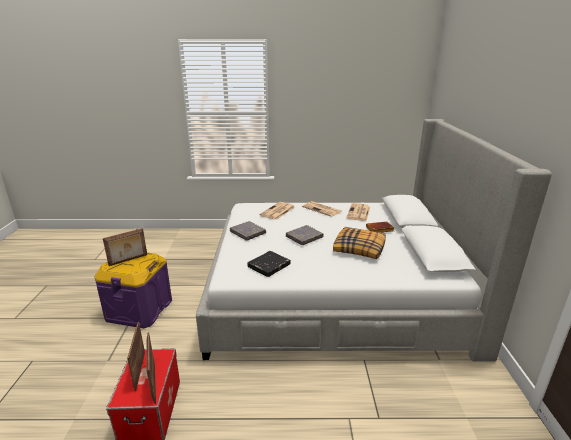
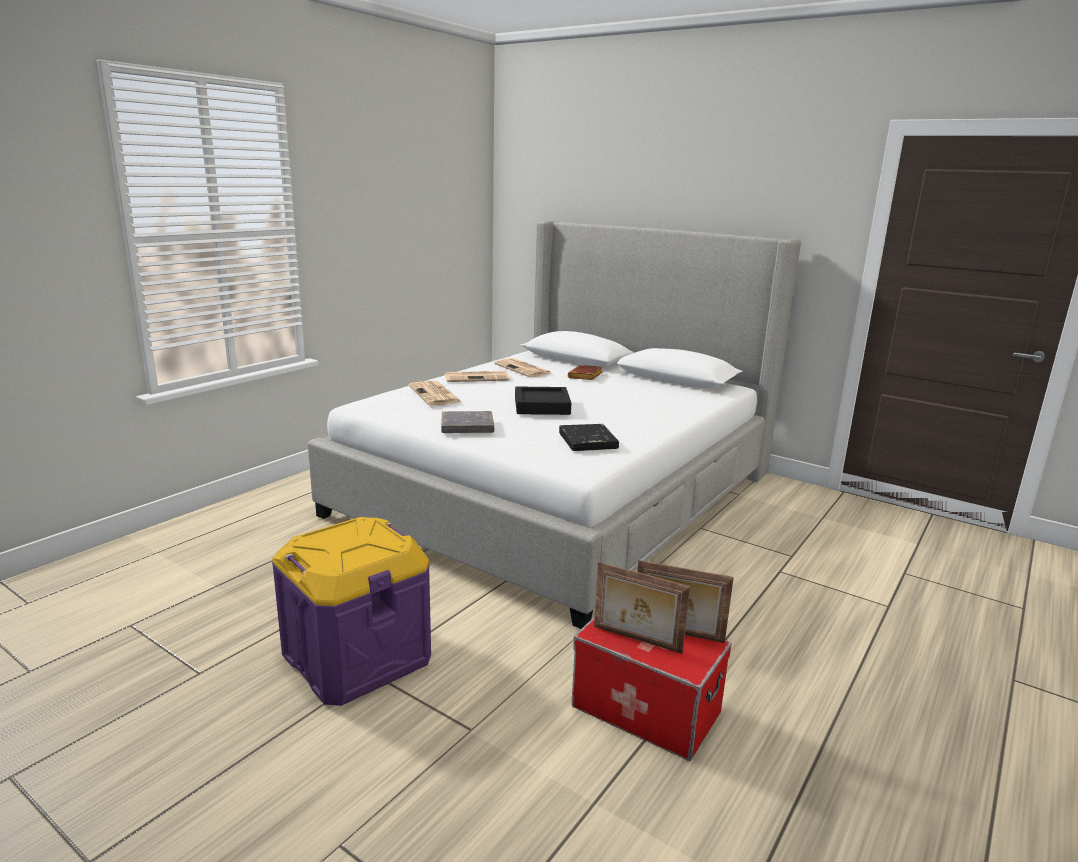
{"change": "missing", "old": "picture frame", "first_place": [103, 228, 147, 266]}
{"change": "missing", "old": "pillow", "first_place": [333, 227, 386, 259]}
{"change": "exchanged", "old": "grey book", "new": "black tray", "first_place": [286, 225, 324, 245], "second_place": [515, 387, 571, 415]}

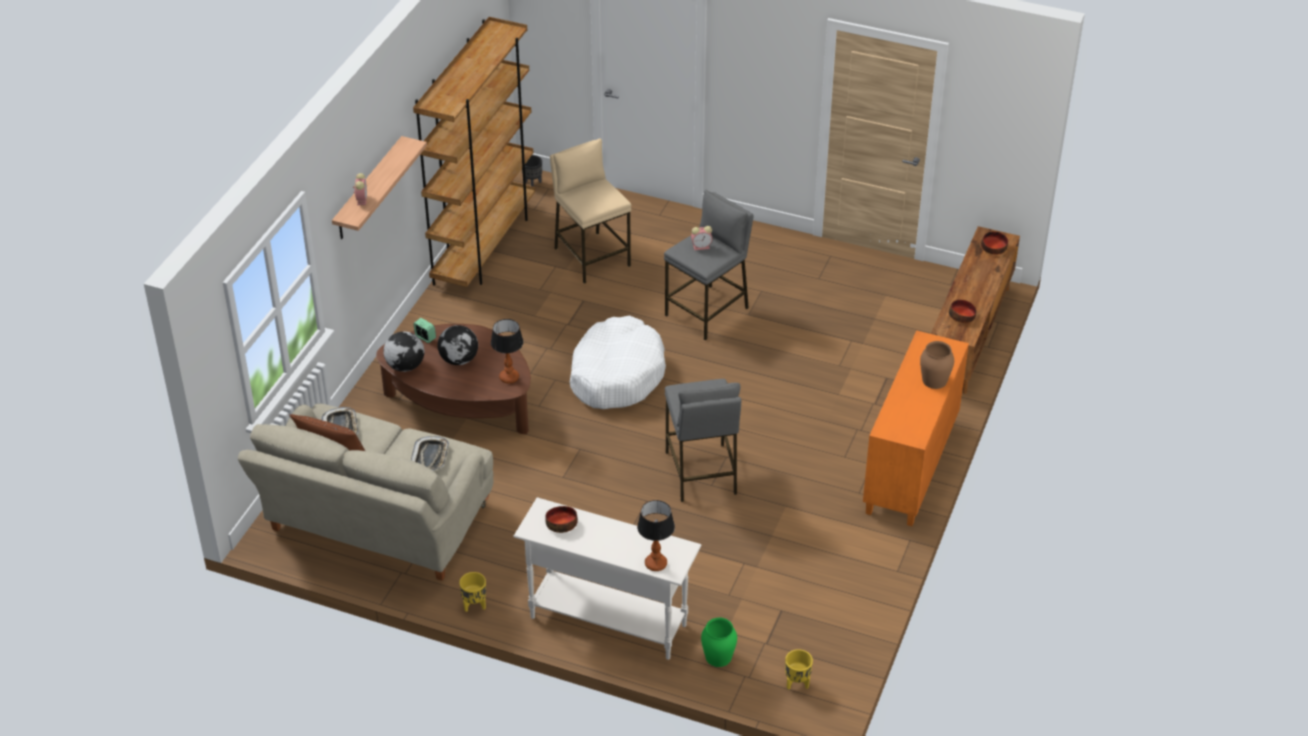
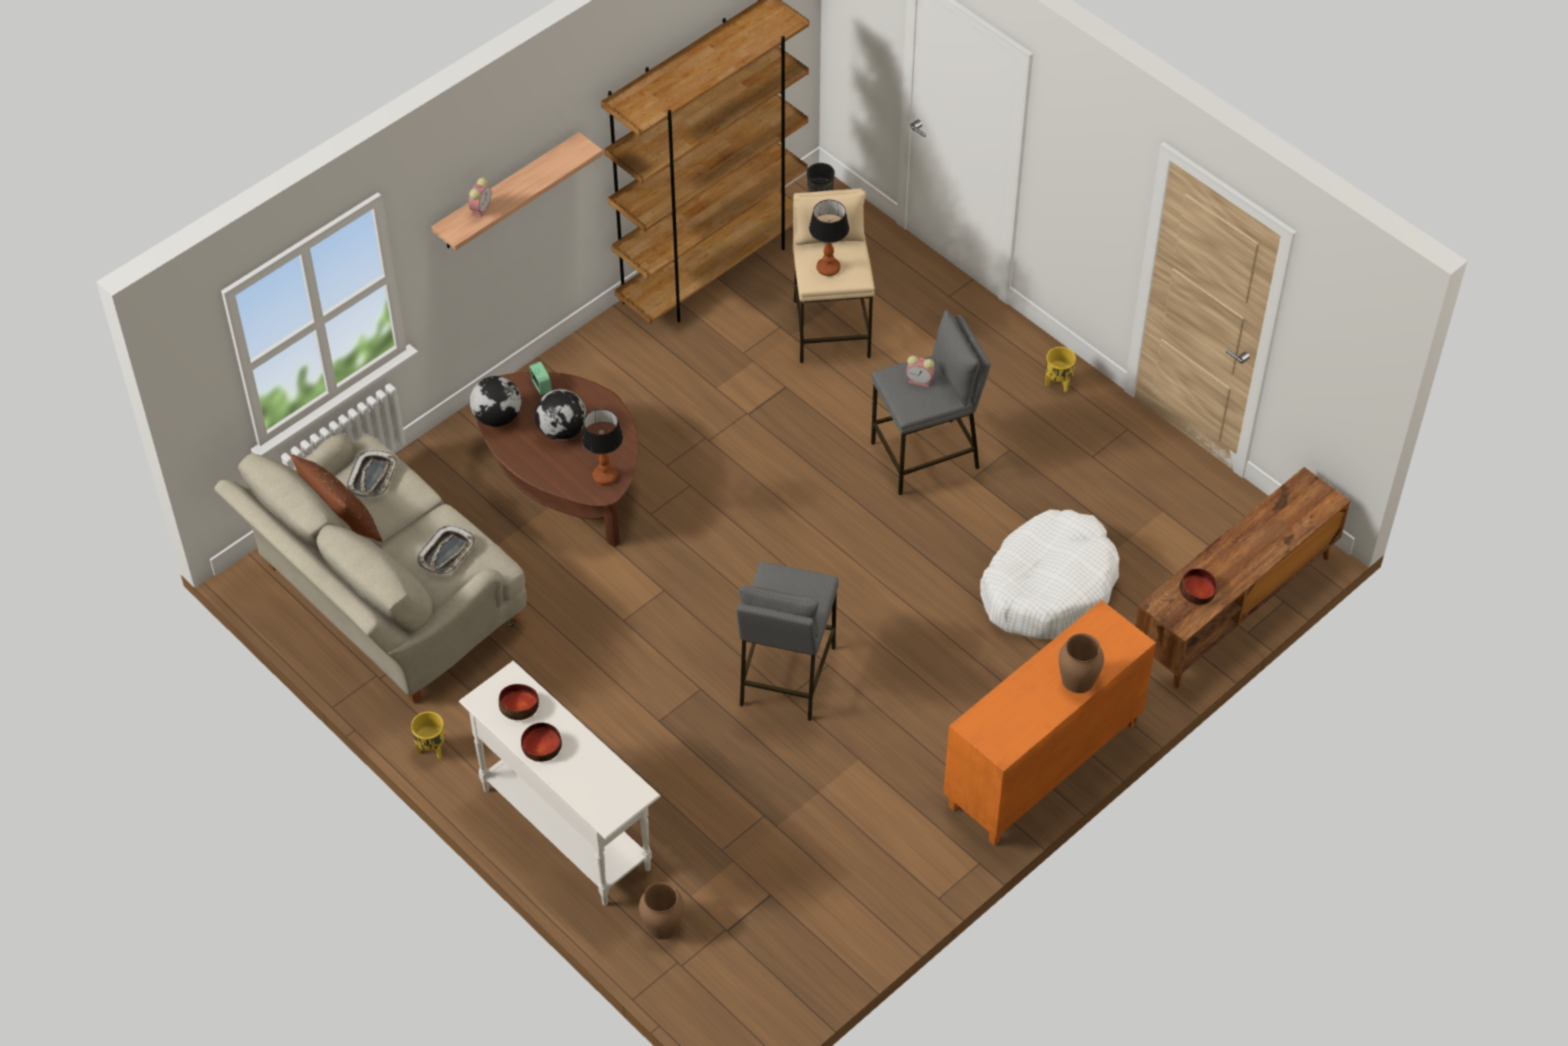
{"change": "relocated", "old": "white dog bed", "first_place": [570, 315, 666, 409], "second_place": [980, 509, 1120, 639]}
{"change": "relocated", "old": "table lamp", "first_place": [637, 500, 675, 571], "second_place": [809, 200, 849, 276]}
{"change": "relocated", "old": "yellow planter", "first_place": [785, 649, 813, 690], "second_place": [1045, 347, 1076, 392]}
{"change": "relocated", "old": "bowl", "first_place": [981, 231, 1008, 255], "second_place": [521, 723, 562, 762]}
{"change": "colour", "old": "green vase", "new": "brown vase", "first_place": [701, 618, 737, 667], "second_place": [639, 882, 684, 940]}

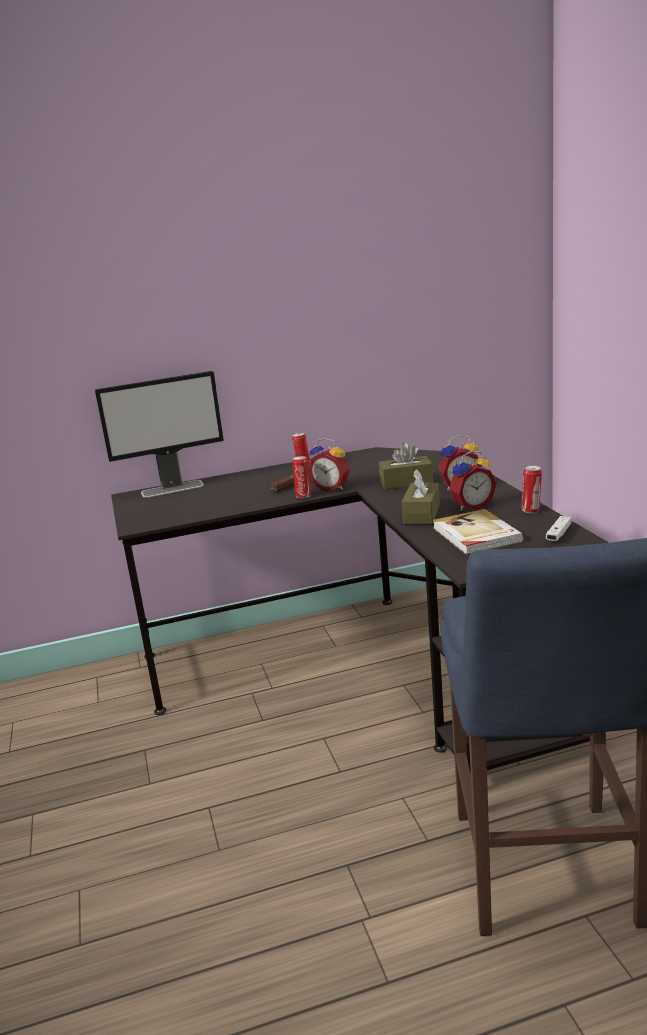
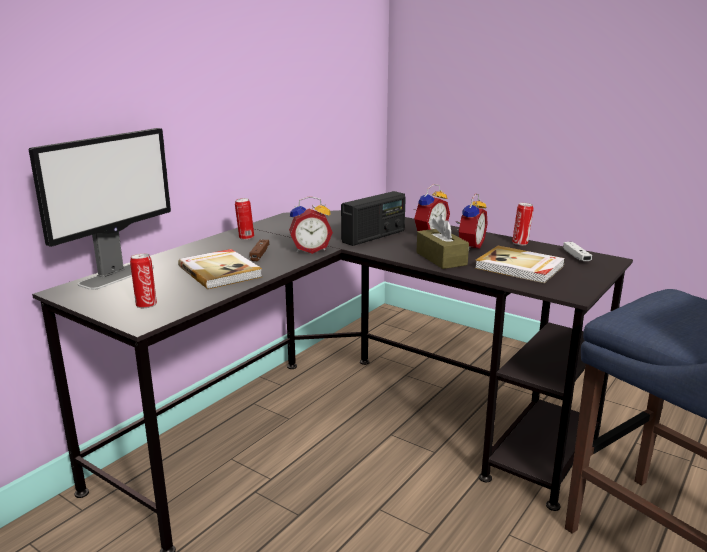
{"change": "appeared", "new": "book", "second_place": [178, 249, 262, 289]}
{"change": "relocated", "old": "can", "first_place": [292, 456, 311, 498], "second_place": [130, 253, 157, 308]}
{"change": "exchanged", "old": "brown tissue box", "new": "radio", "first_place": [379, 443, 433, 490], "second_place": [341, 191, 406, 246]}

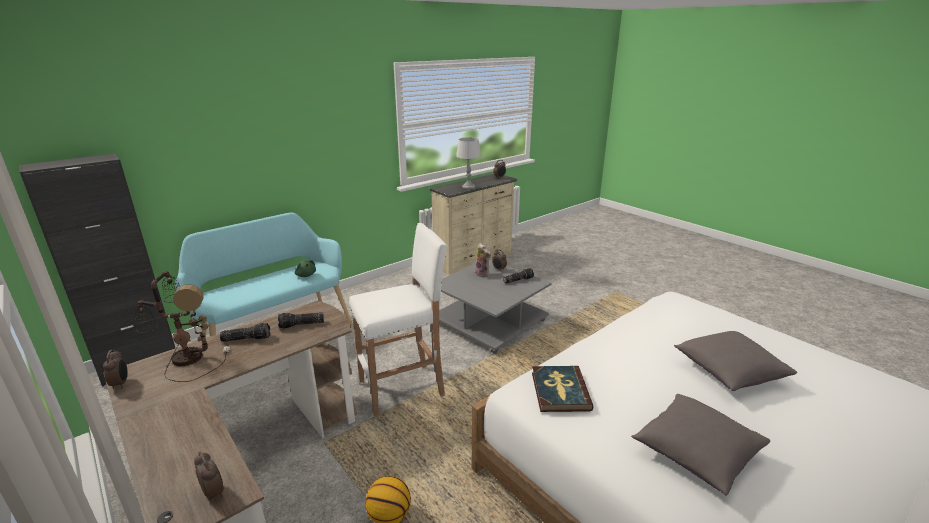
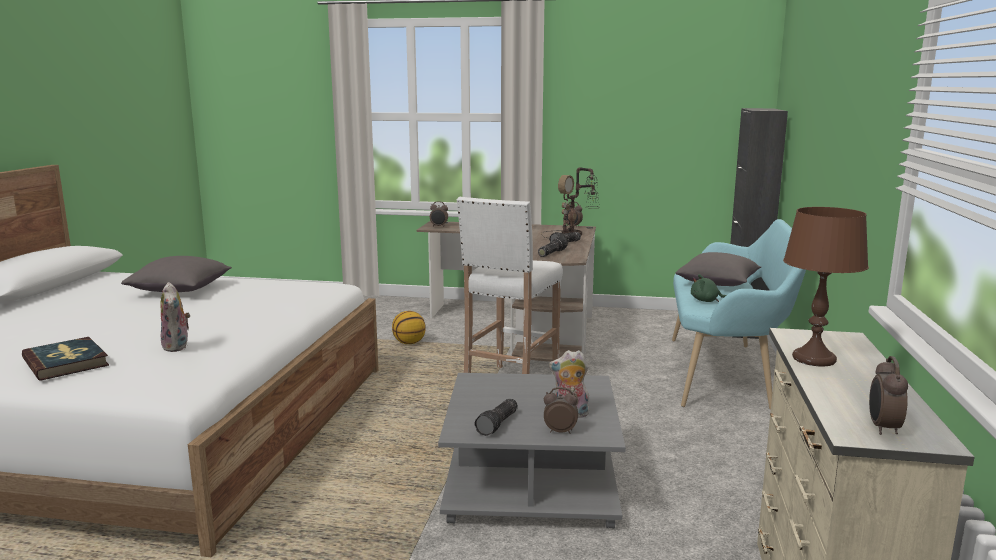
{"change": "appeared", "new": "plush toy", "second_place": [160, 282, 190, 352]}
{"change": "relocated", "old": "book", "first_place": [532, 366, 593, 412], "second_place": [22, 337, 109, 381]}
{"change": "relocated", "old": "grey pillow", "first_place": [674, 331, 797, 391], "second_place": [675, 252, 761, 286]}
{"change": "colour", "old": "grey table lamp", "new": "brown table lamp", "first_place": [456, 137, 481, 189], "second_place": [783, 207, 869, 367]}

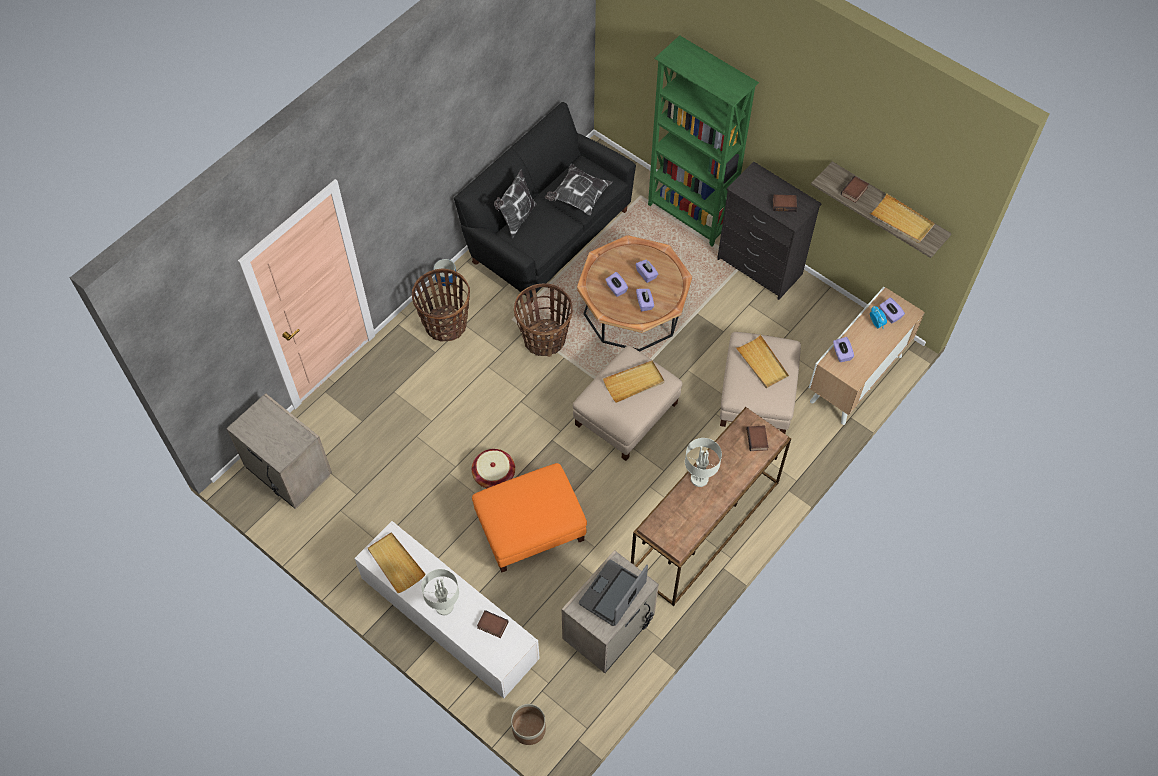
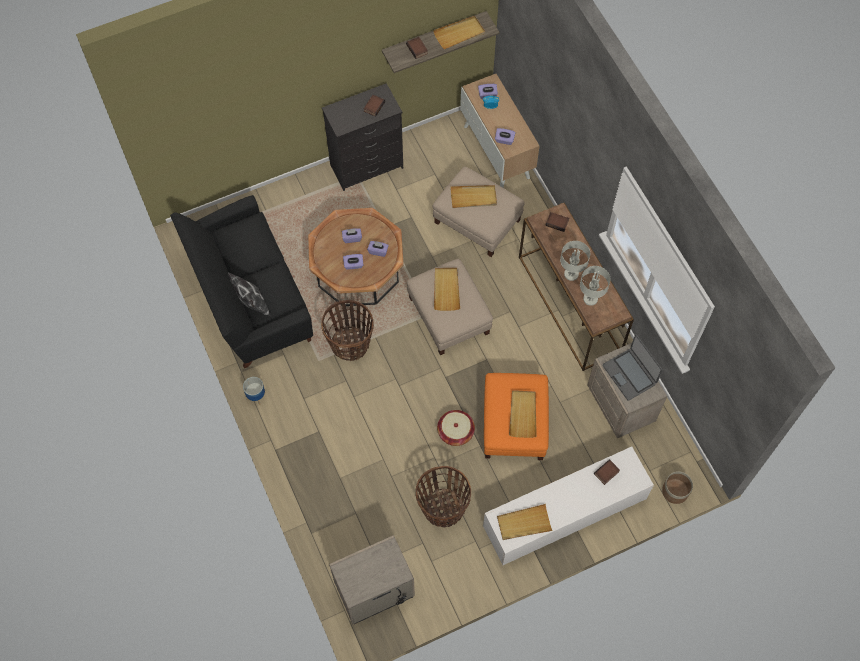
{"change": "missing", "old": "pillow", "first_place": [545, 164, 613, 215]}
{"change": "missing", "old": "green bookcase", "first_place": [648, 35, 759, 246]}
{"change": "appeared", "new": "beige tray", "second_place": [509, 390, 537, 438]}
{"change": "relocated", "old": "basket", "first_place": [412, 268, 470, 342], "second_place": [416, 466, 471, 527]}
{"change": "relocated", "old": "grey table lamp", "first_place": [421, 569, 459, 615], "second_place": [580, 266, 610, 306]}

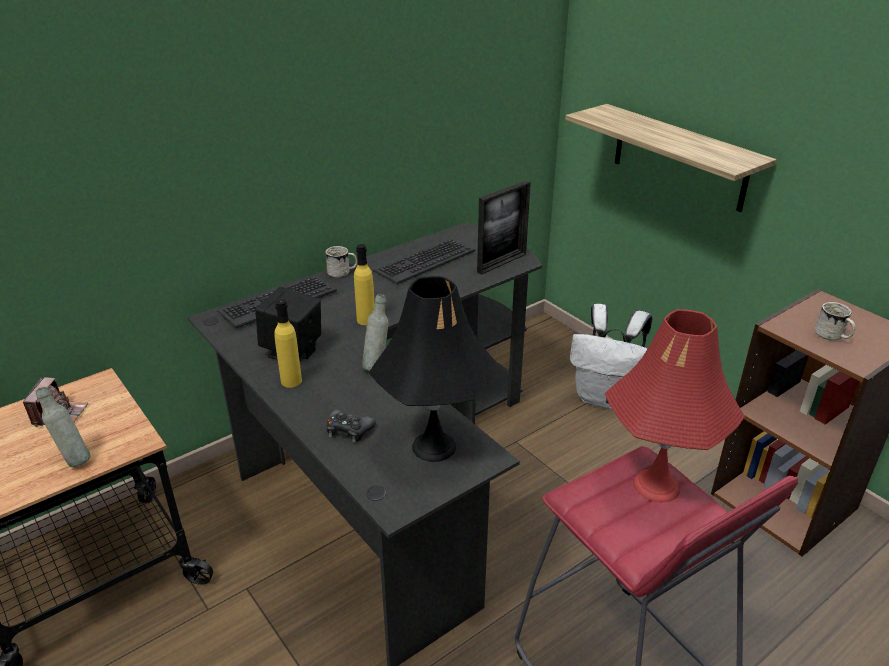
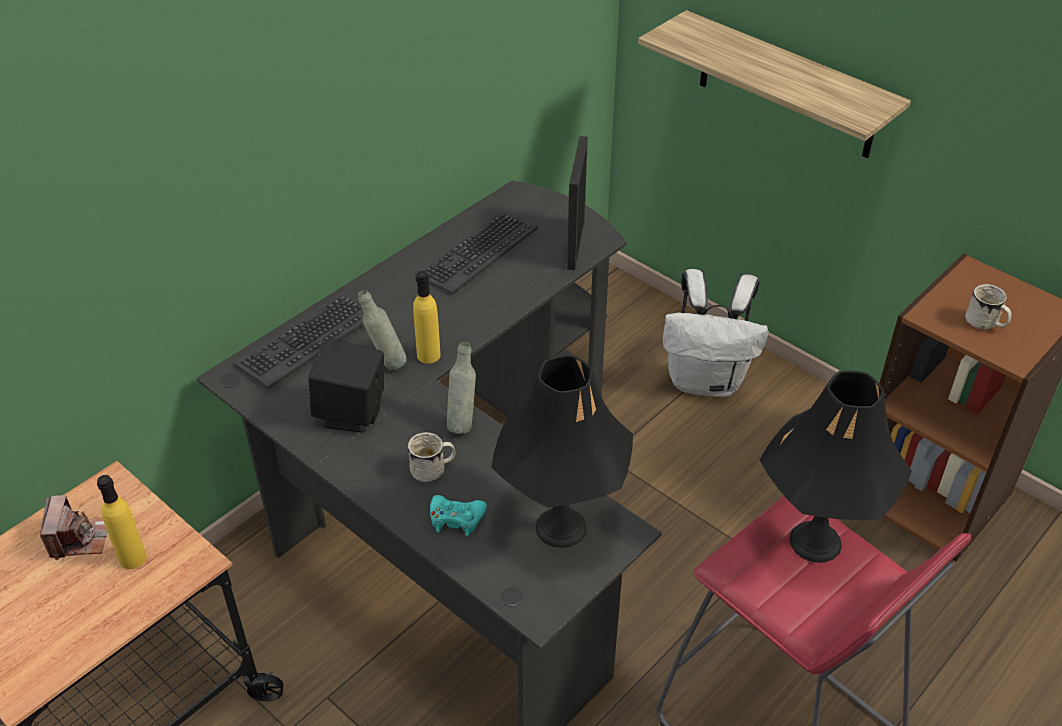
{"change": "relocated", "old": "grey bottle", "first_place": [36, 387, 90, 467], "second_place": [358, 290, 407, 370]}
{"change": "relocated", "old": "yellow bottle", "first_place": [274, 299, 302, 388], "second_place": [97, 475, 147, 569]}
{"change": "relocated", "old": "white mug", "first_place": [325, 246, 357, 278], "second_place": [408, 432, 456, 482]}
{"change": "colour", "old": "black game controller", "new": "turquoise game controller", "first_place": [327, 410, 376, 443], "second_place": [430, 495, 487, 536]}
{"change": "colour", "old": "red table lamp", "new": "black table lamp", "first_place": [605, 309, 745, 503], "second_place": [760, 370, 912, 562]}
{"change": "spun", "old": "picture frame", "first_place": [477, 180, 531, 275], "second_place": [567, 136, 588, 270], "degrees": 150}

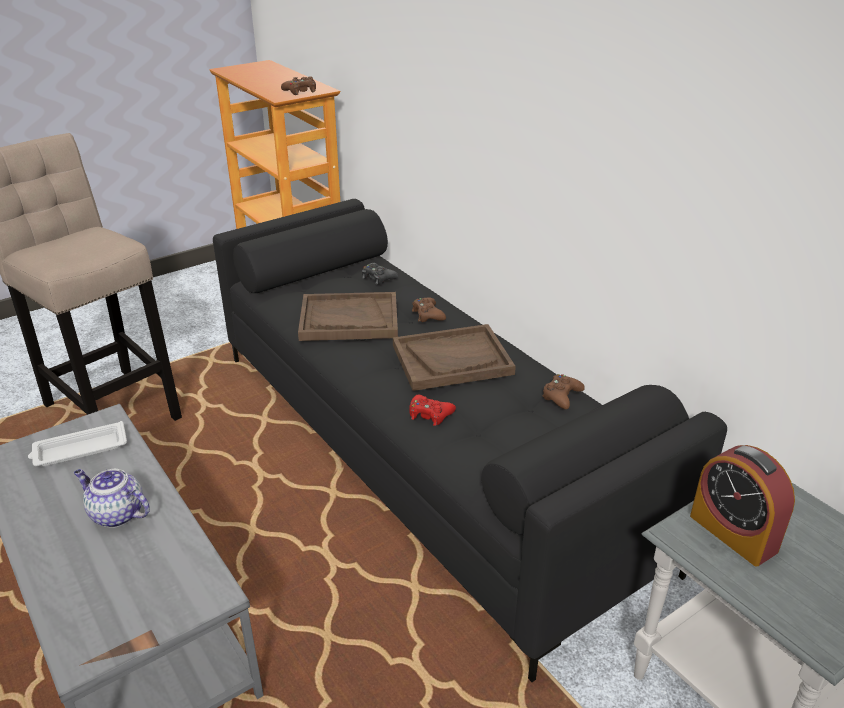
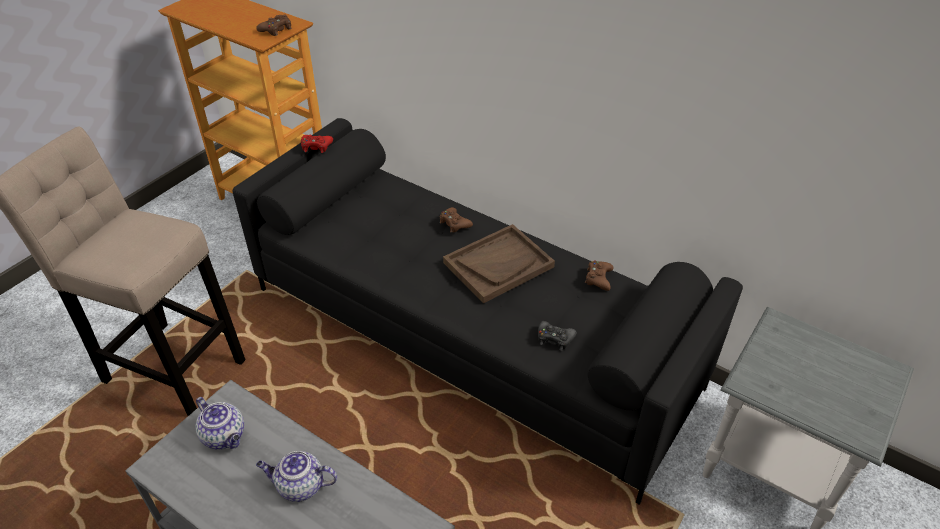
{"change": "missing", "old": "brown tray", "first_place": [298, 292, 398, 341]}
{"change": "missing", "old": "alarm clock", "first_place": [690, 445, 795, 566]}
{"change": "relocated", "old": "black game controller", "first_place": [362, 263, 398, 285], "second_place": [538, 321, 577, 351]}
{"change": "relocated", "old": "red game controller", "first_place": [409, 395, 456, 426], "second_place": [301, 135, 333, 153]}
{"change": "exchanged", "old": "white tray", "new": "teapot", "first_place": [28, 421, 127, 466], "second_place": [196, 397, 244, 450]}

